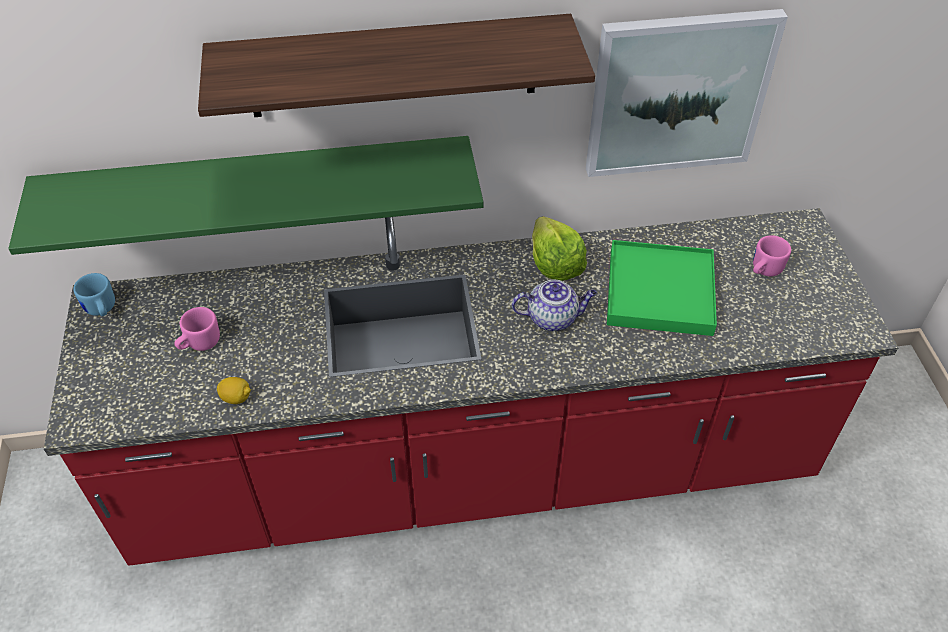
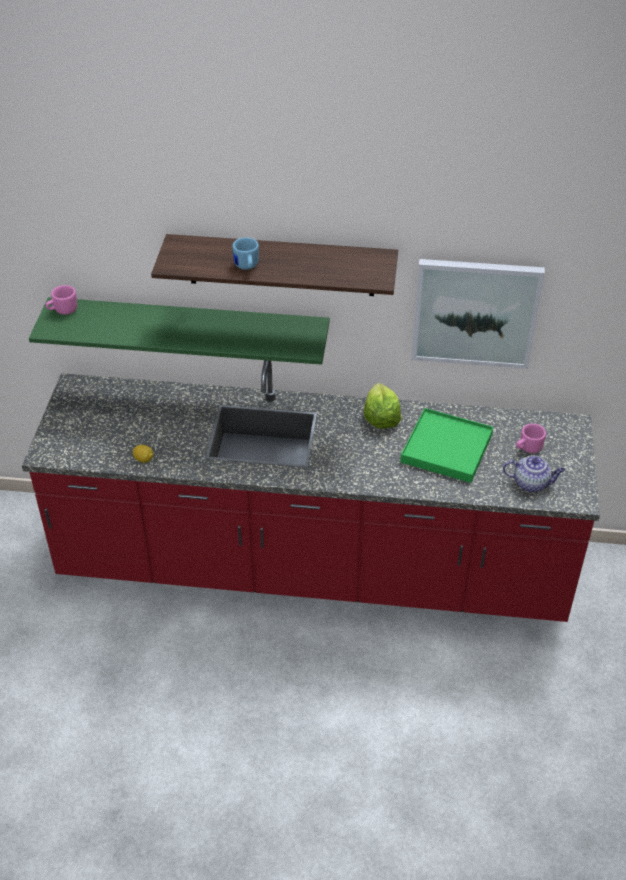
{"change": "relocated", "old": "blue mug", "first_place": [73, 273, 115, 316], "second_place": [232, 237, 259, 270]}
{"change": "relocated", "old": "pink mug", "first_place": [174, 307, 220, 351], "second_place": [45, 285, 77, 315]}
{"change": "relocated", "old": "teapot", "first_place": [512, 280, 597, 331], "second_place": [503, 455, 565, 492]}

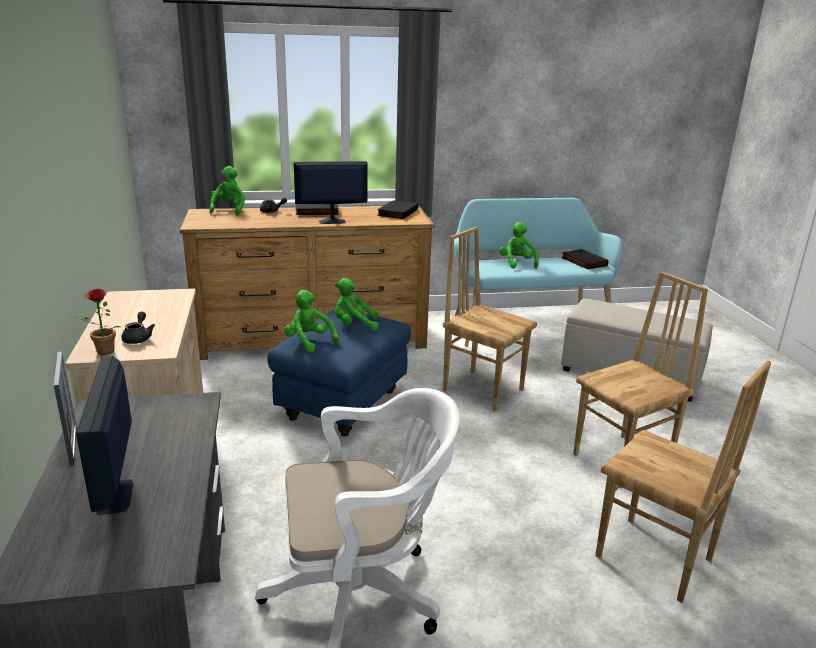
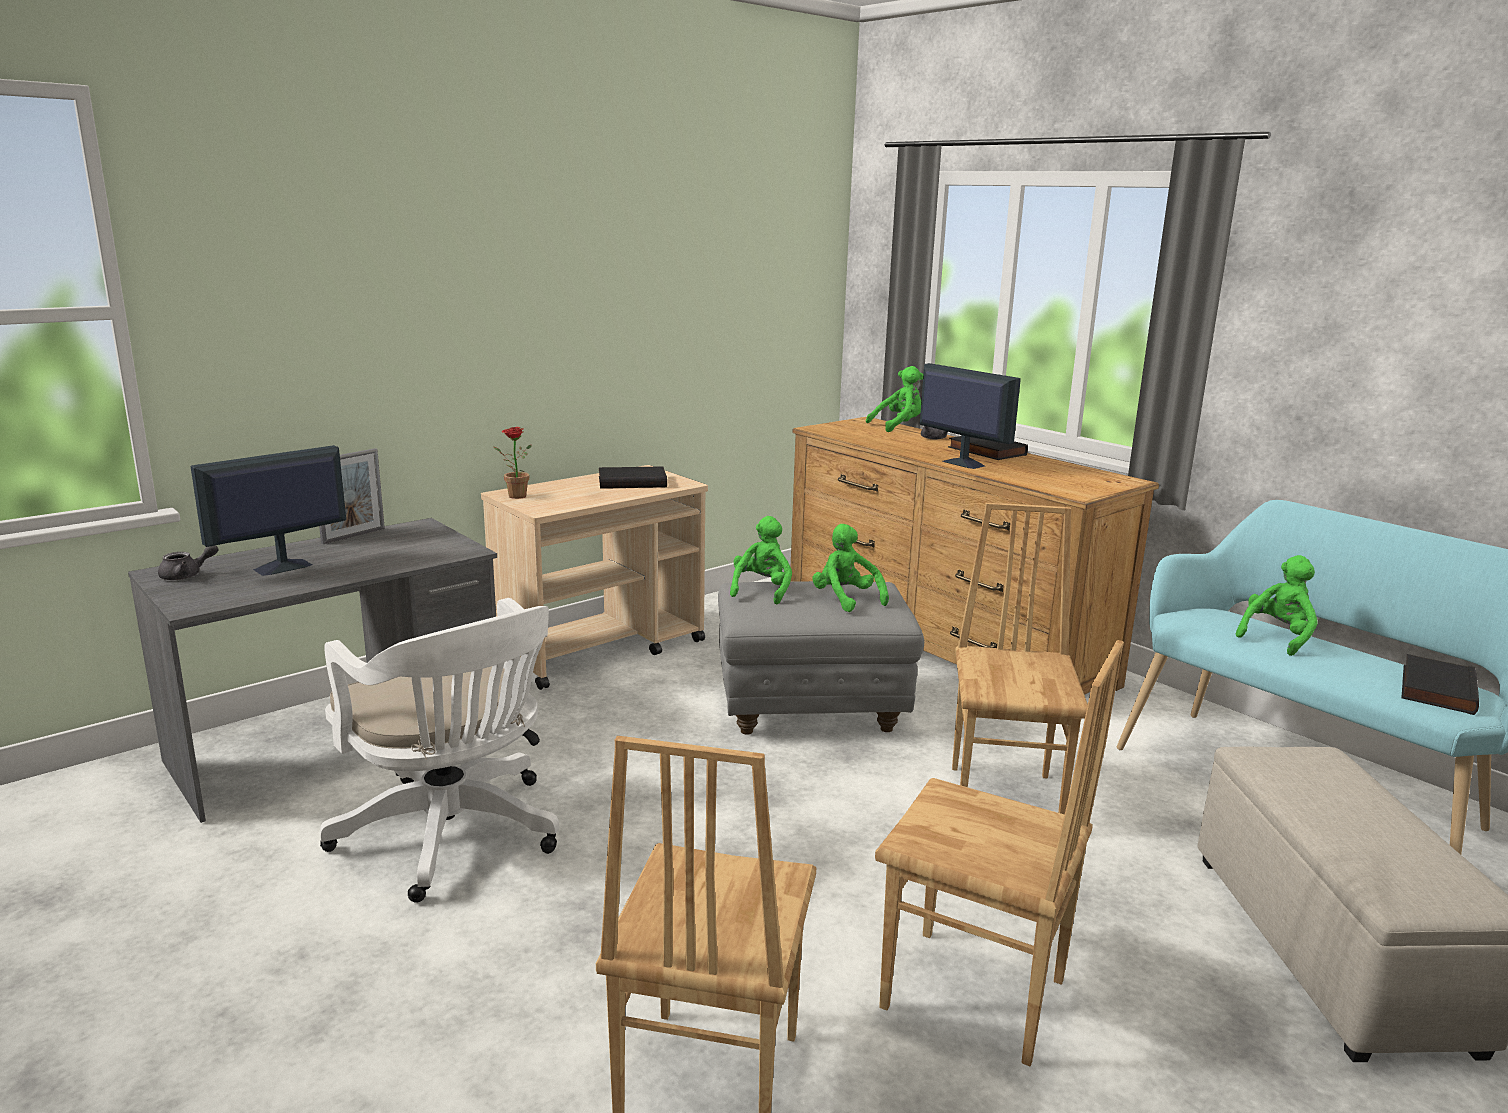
{"change": "relocated", "old": "grey teapot", "first_place": [122, 311, 155, 344], "second_place": [158, 545, 219, 580]}
{"change": "relocated", "old": "black book", "first_place": [377, 200, 419, 219], "second_place": [599, 466, 667, 489]}
{"change": "colour", "old": "blue ottoman", "new": "grey ottoman", "first_place": [267, 309, 411, 436], "second_place": [718, 581, 924, 735]}

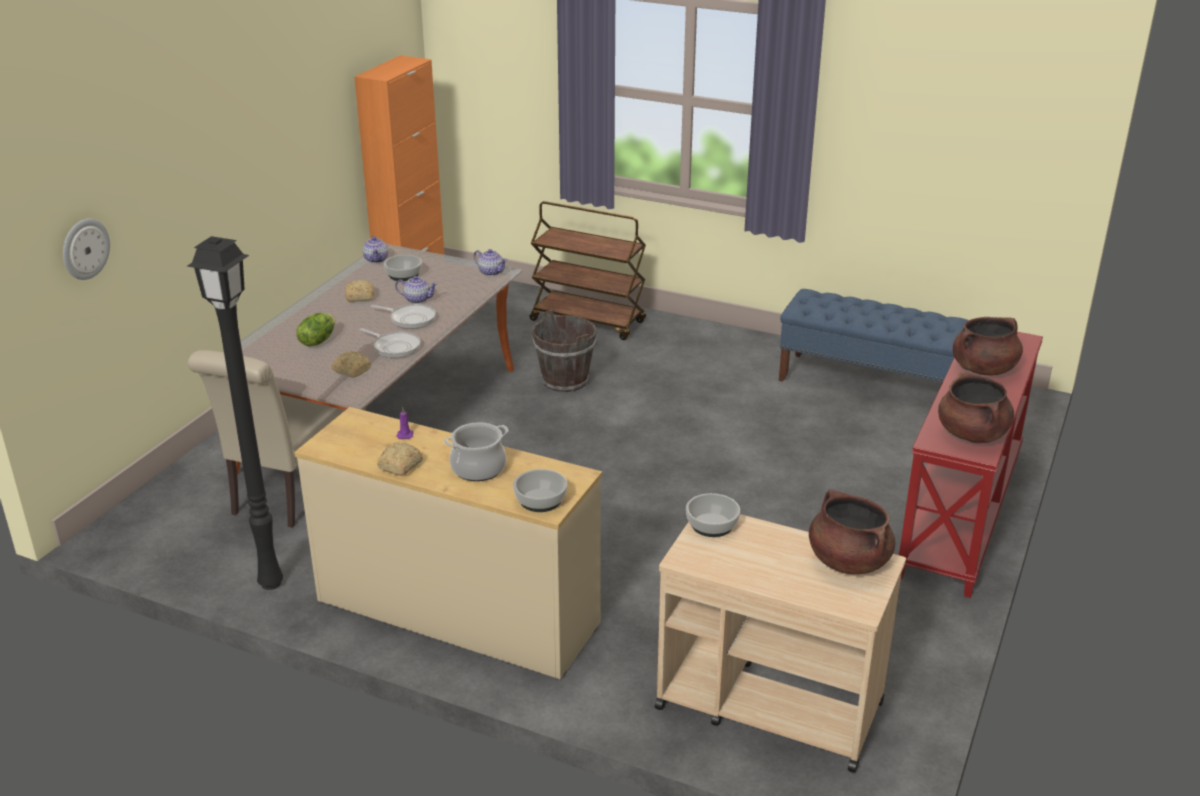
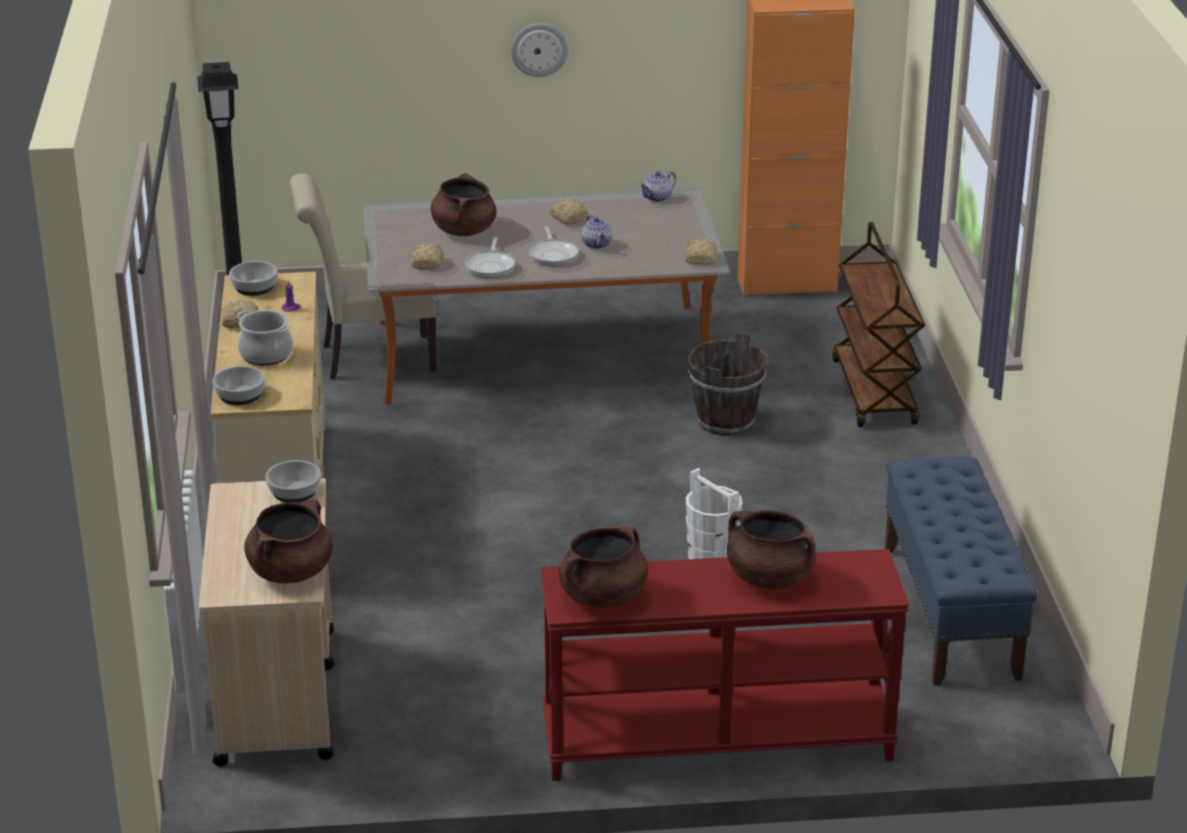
{"change": "appeared", "new": "white bucket", "second_place": [686, 468, 742, 559]}
{"change": "relocated", "old": "wall clock", "first_place": [63, 219, 110, 280], "second_place": [511, 23, 568, 77]}
{"change": "relocated", "old": "bowl", "first_place": [384, 255, 422, 281], "second_place": [229, 261, 278, 296]}
{"change": "exchanged", "old": "lettuce", "new": "brown cooking pot", "first_place": [296, 313, 335, 346], "second_place": [431, 173, 496, 236]}
{"change": "exchanged", "old": "teapot", "new": "bread", "first_place": [474, 249, 507, 276], "second_place": [685, 238, 717, 265]}

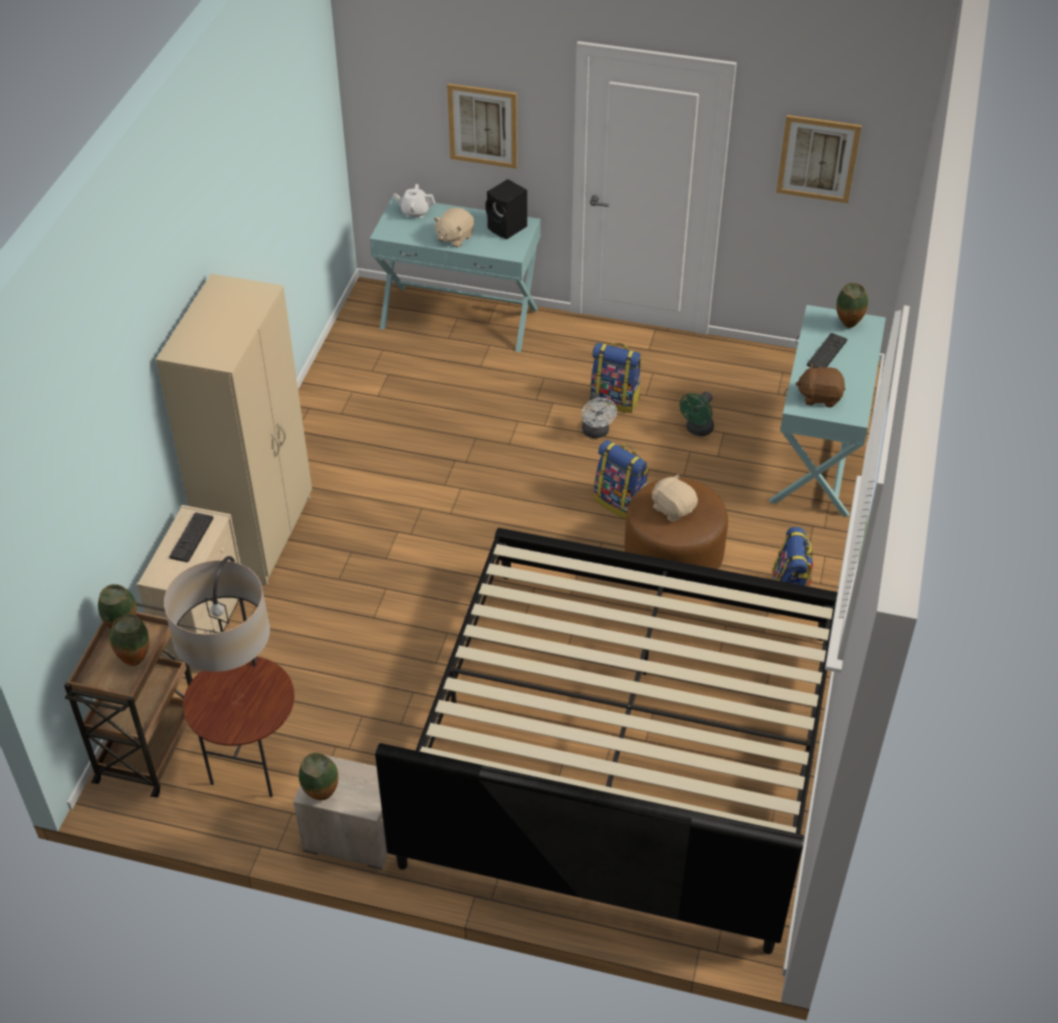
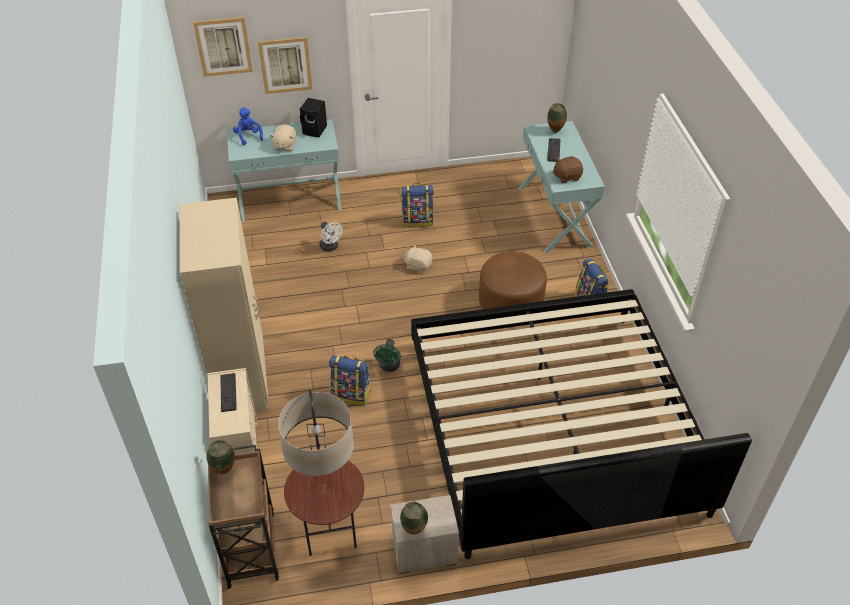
{"change": "missing", "old": "vase", "first_place": [109, 613, 149, 666]}
{"change": "relocated", "old": "white fan", "first_place": [581, 393, 617, 438], "second_place": [320, 222, 343, 251]}
{"change": "relocated", "old": "backpack", "first_place": [594, 440, 648, 519], "second_place": [329, 354, 371, 406]}
{"change": "relocated", "old": "beige plush toy", "first_place": [652, 474, 698, 522], "second_place": [403, 245, 432, 274]}
{"change": "relocated", "old": "green fan", "first_place": [680, 392, 714, 436], "second_place": [374, 339, 401, 372]}
{"change": "relocated", "old": "picture", "first_place": [776, 115, 862, 203], "second_place": [193, 17, 253, 77]}
{"change": "exchanged", "old": "white teapot", "new": "blue plush toy", "first_place": [394, 184, 435, 218], "second_place": [233, 108, 263, 145]}

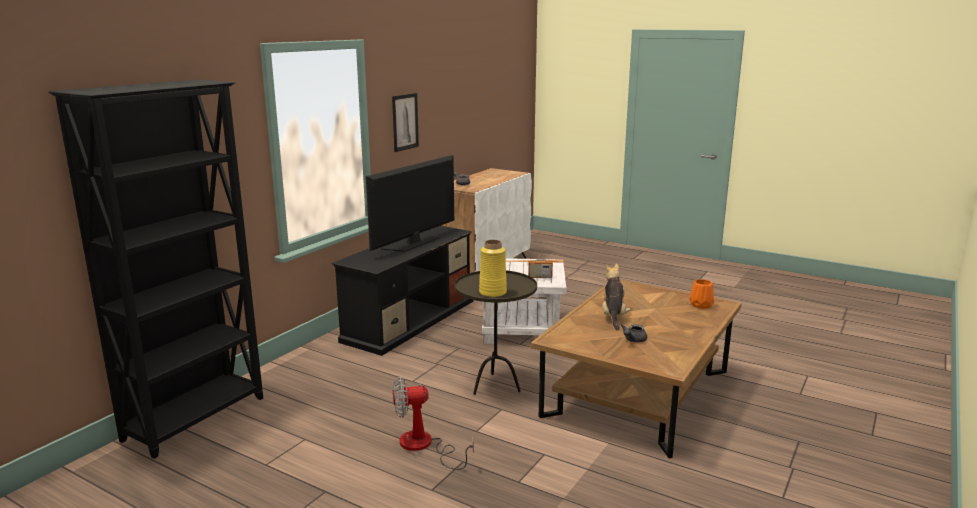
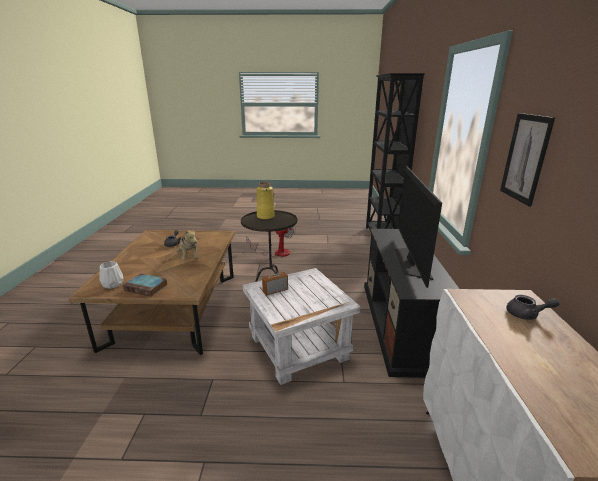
{"change": "appeared", "new": "book", "second_place": [123, 274, 167, 297]}
{"change": "colour", "old": "orange vase", "new": "white vase", "first_place": [689, 279, 714, 309], "second_place": [99, 261, 123, 289]}

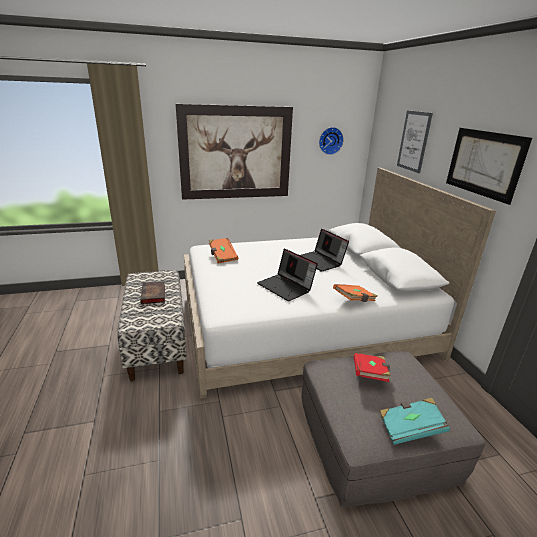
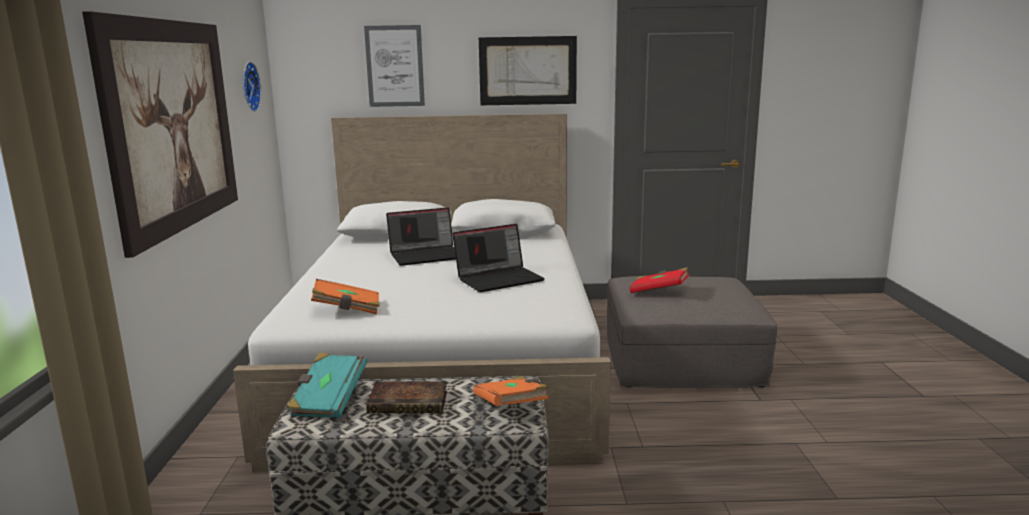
{"change": "relocated", "old": "orange book", "first_place": [333, 284, 378, 302], "second_place": [473, 376, 549, 406]}
{"change": "relocated", "old": "turquoise book", "first_place": [380, 398, 450, 445], "second_place": [287, 353, 367, 418]}

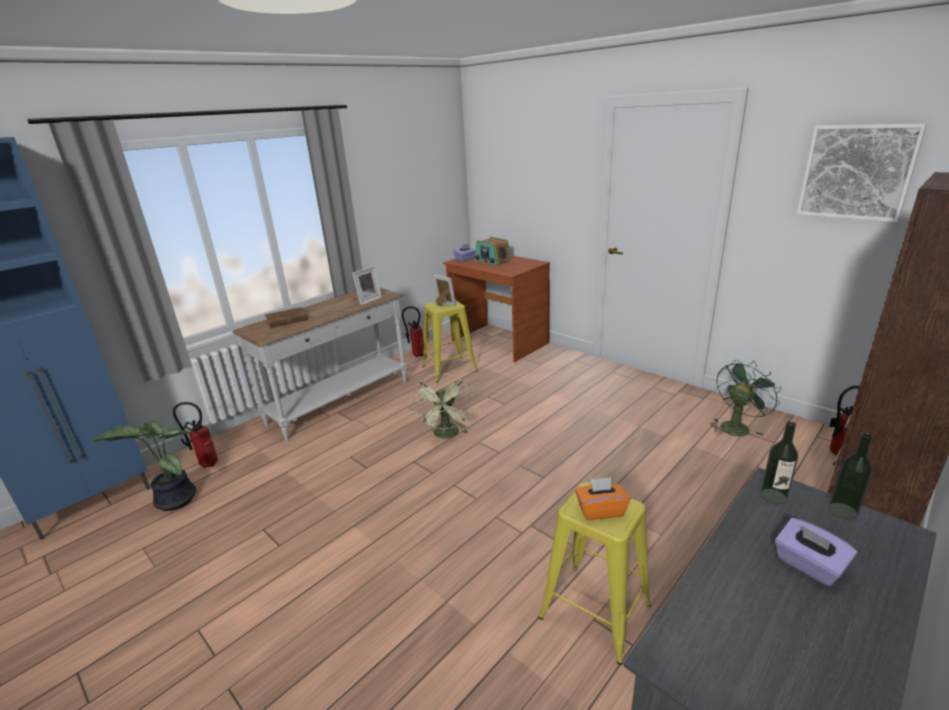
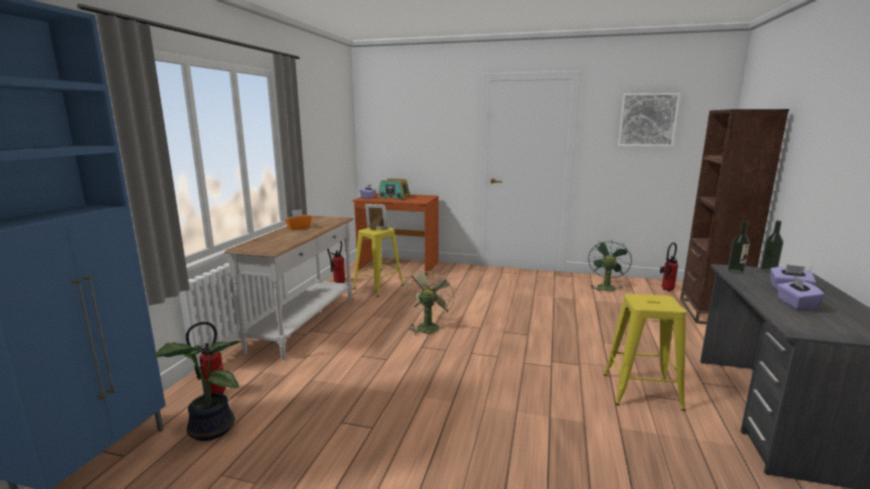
{"change": "missing", "old": "brown book", "first_place": [265, 307, 310, 328]}
{"change": "missing", "old": "picture frame", "first_place": [352, 266, 382, 305]}
{"change": "appeared", "new": "purple tissue box", "second_place": [776, 276, 825, 311]}
{"change": "relocated", "old": "orange tissue box", "first_place": [575, 477, 630, 520], "second_place": [285, 209, 312, 230]}
{"change": "spun", "old": "green fan", "first_place": [413, 373, 472, 439], "second_place": [407, 268, 456, 336], "degrees": -135}

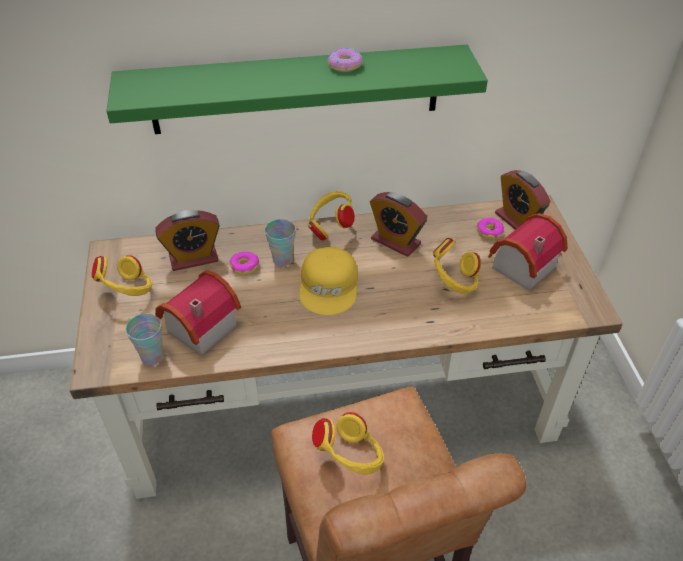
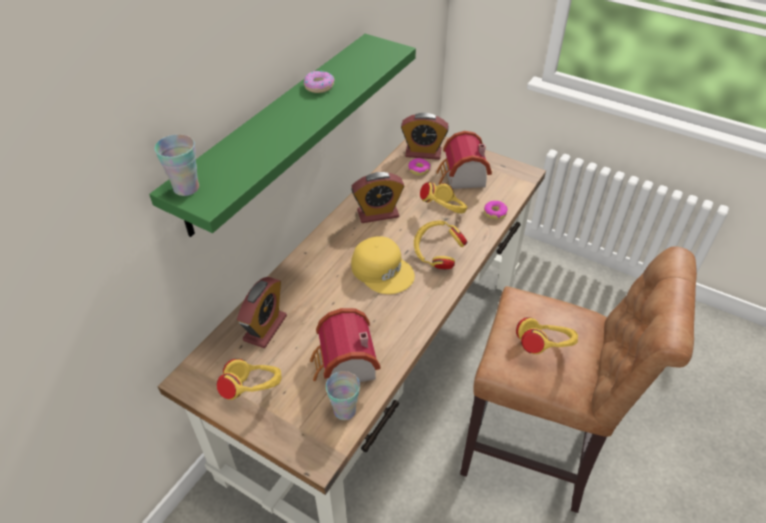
{"change": "relocated", "old": "donut", "first_place": [230, 252, 260, 275], "second_place": [484, 200, 508, 220]}
{"change": "relocated", "old": "cup", "first_place": [265, 219, 296, 266], "second_place": [154, 134, 199, 196]}
{"change": "relocated", "old": "yellow headphones", "first_place": [308, 191, 355, 241], "second_place": [414, 220, 467, 269]}

